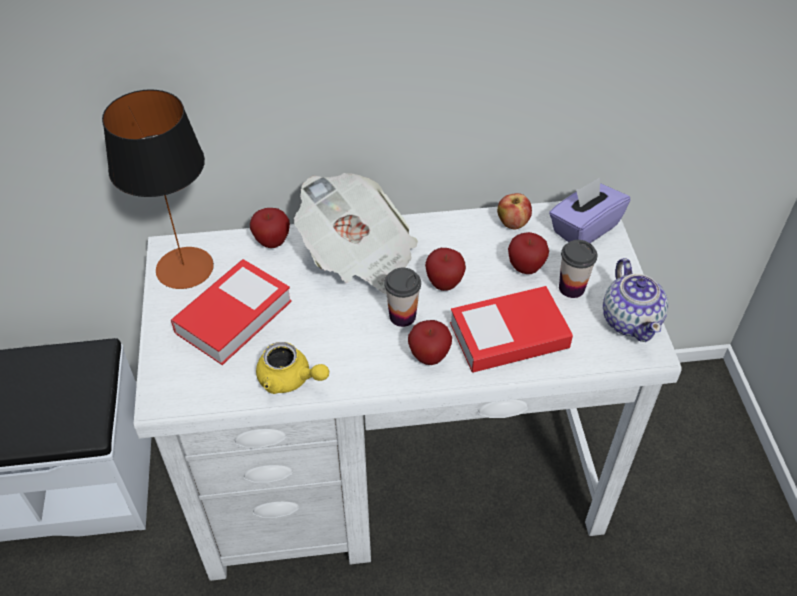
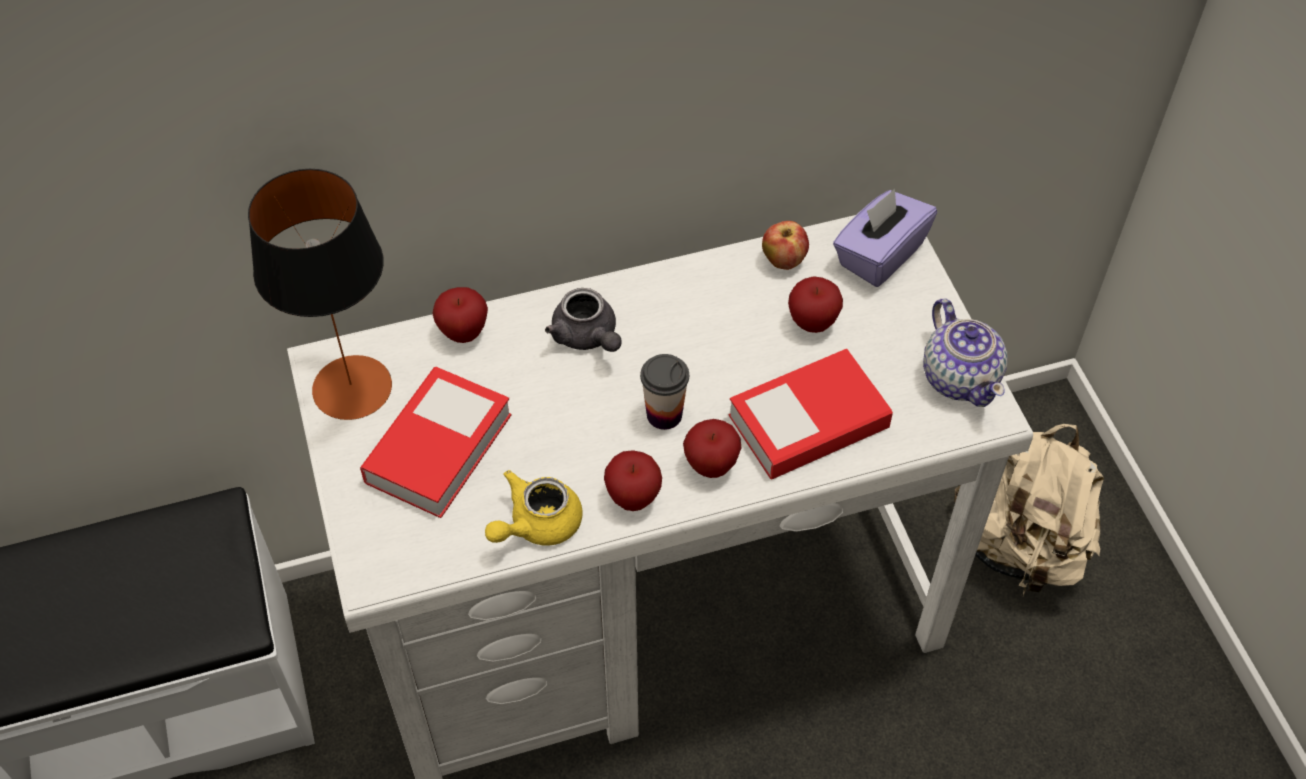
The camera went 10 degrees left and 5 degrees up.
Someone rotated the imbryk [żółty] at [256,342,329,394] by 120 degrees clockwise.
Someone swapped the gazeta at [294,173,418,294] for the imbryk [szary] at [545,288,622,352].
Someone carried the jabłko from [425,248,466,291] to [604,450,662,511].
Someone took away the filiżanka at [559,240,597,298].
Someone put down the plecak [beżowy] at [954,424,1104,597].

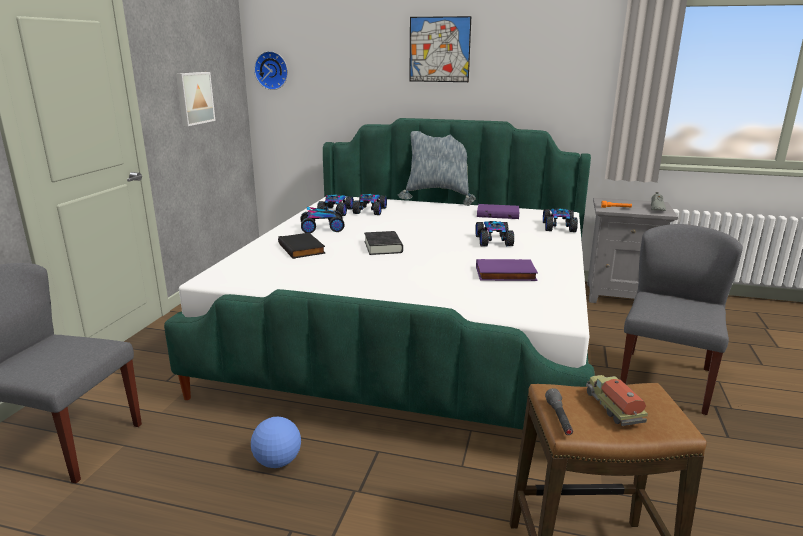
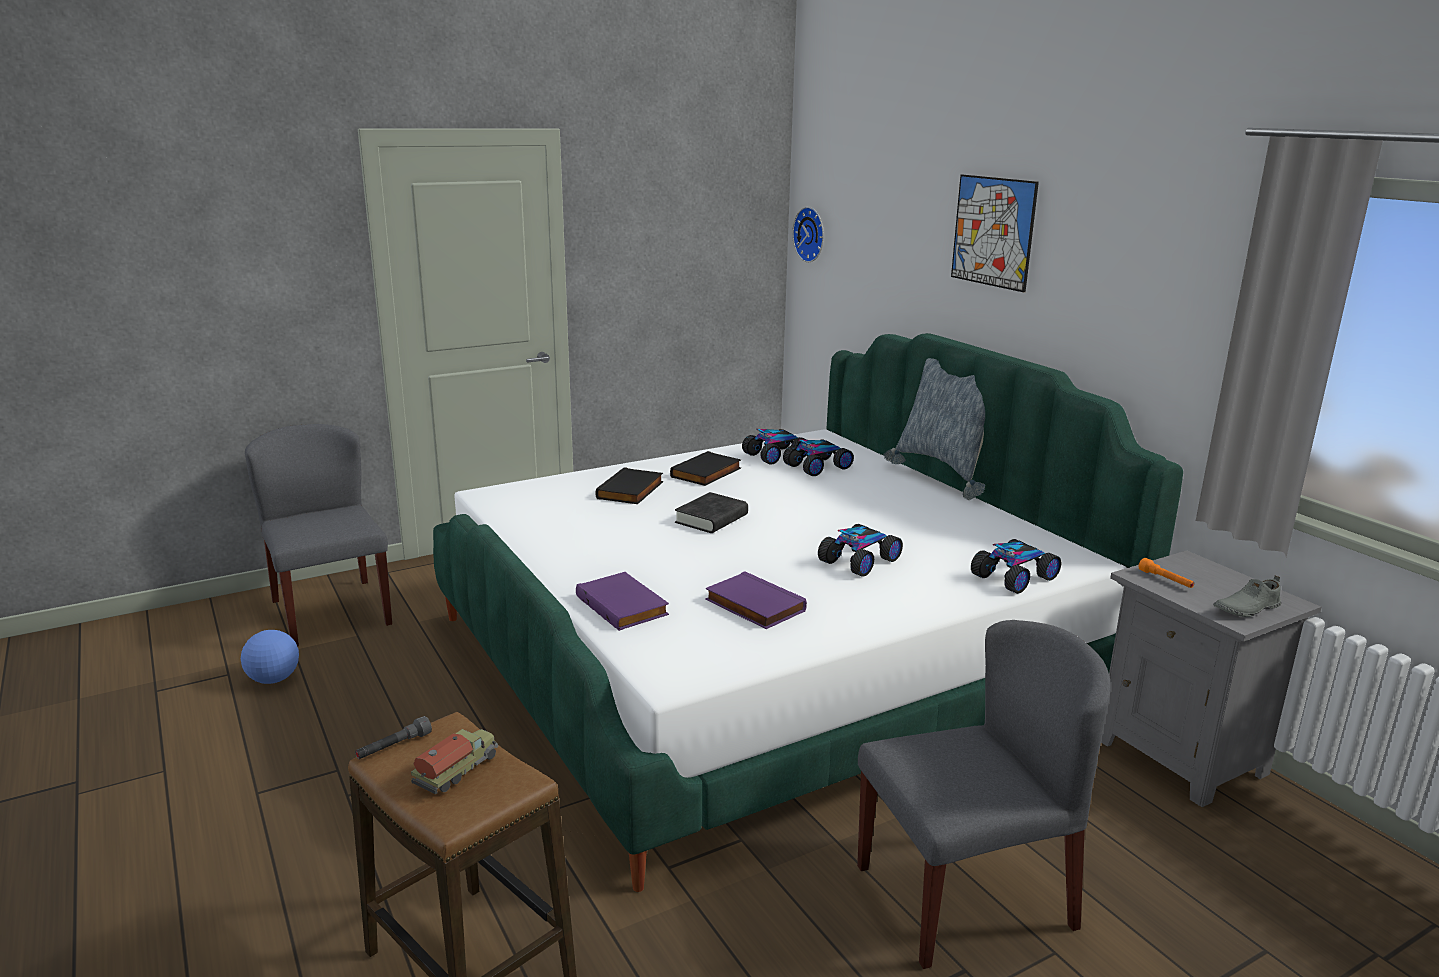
The camera went 45 degrees right and 0 degrees up.
Someone took away the obraz at [176,72,216,126].
Someone carried the piłka futbolowa from [251,417,301,468] to [241,630,299,684].
Someone swapped the samochodzik at [301,207,345,233] for the książka [czarny] at [670,451,741,486].
Someone carried the książka [fioletowy] from [477,204,519,219] to [576,572,669,631].

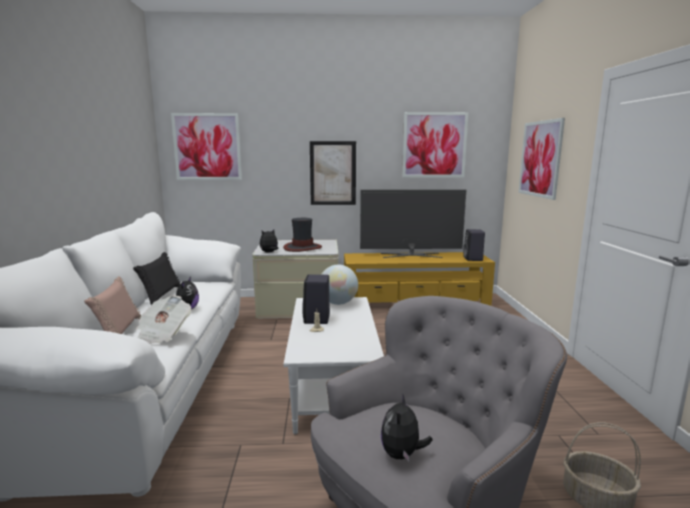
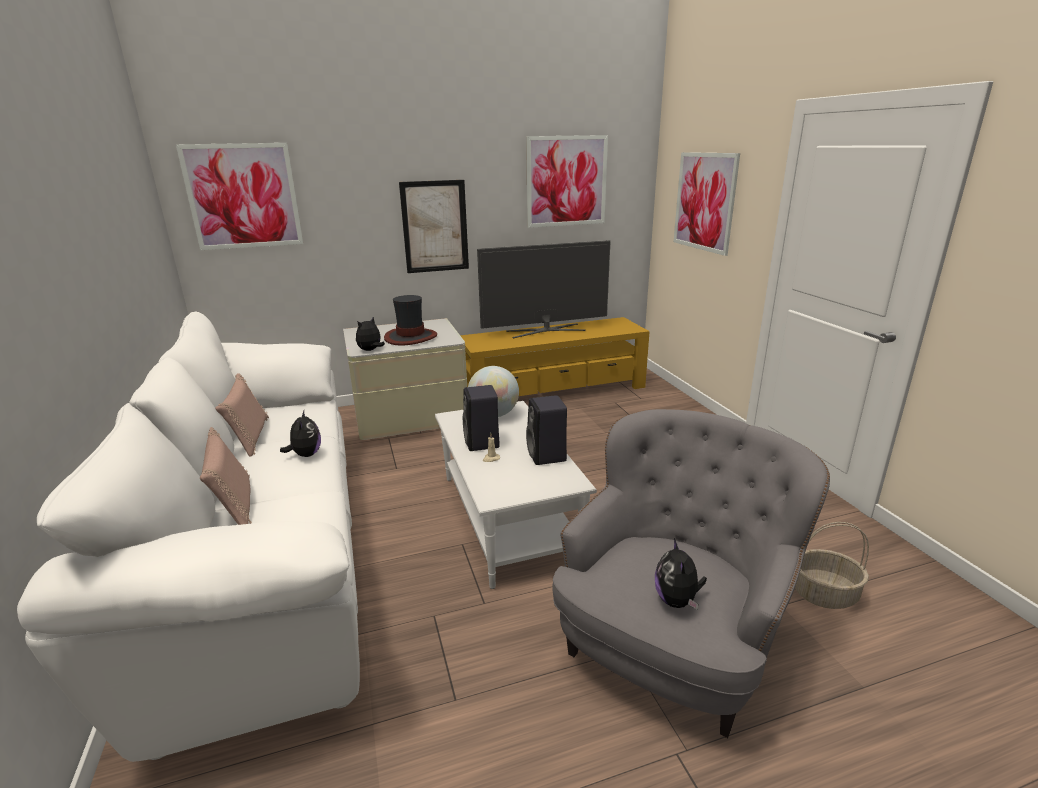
The camera went 15 degrees left and 10 degrees up.
Someone repainted the poduszka [czarny] at [133,252,180,305], which became the poduszka [beżowy] at [215,373,269,457].
Someone took away the gazeta at [136,295,191,344].
Someone carried the głośnik [czarny] from [463,229,485,261] to [526,395,567,465].

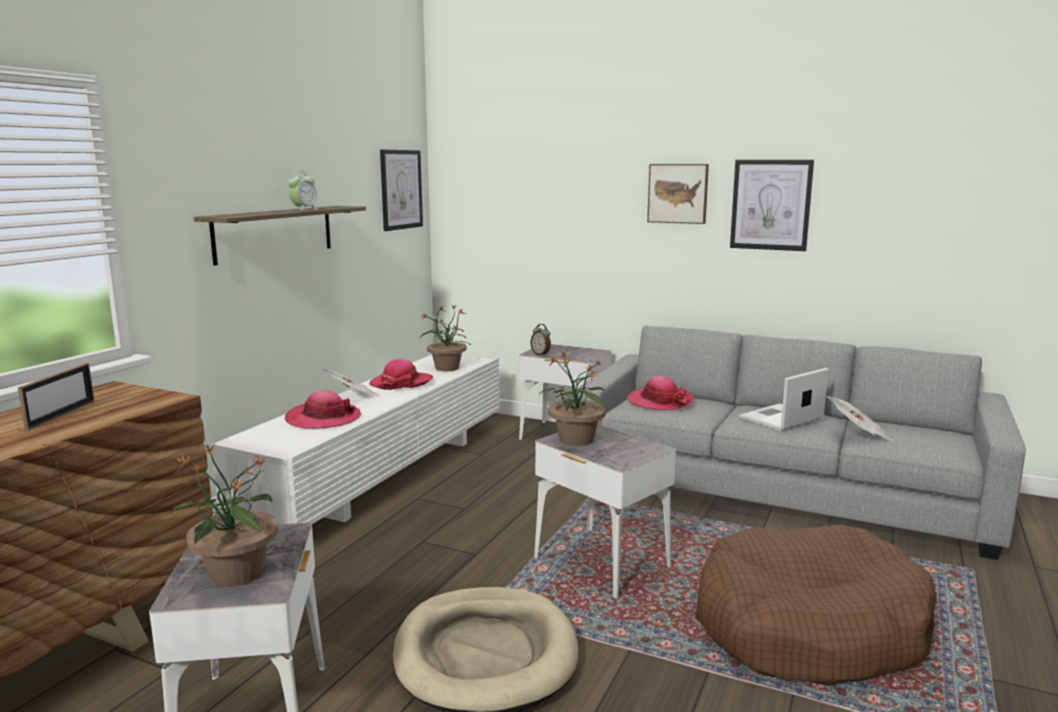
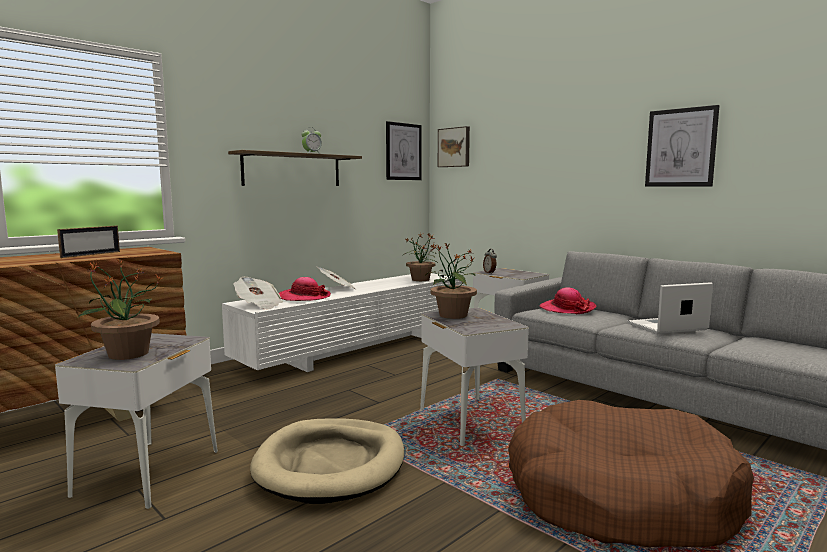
The camera went 20 degrees right and 5 degrees down.
Someone took away the kapelusz at [369,359,433,390].
Someone carried the obraz from [647,164,709,224] to [438,126,470,167].
Someone carried the gazeta from [827,396,893,441] to [233,277,283,310].

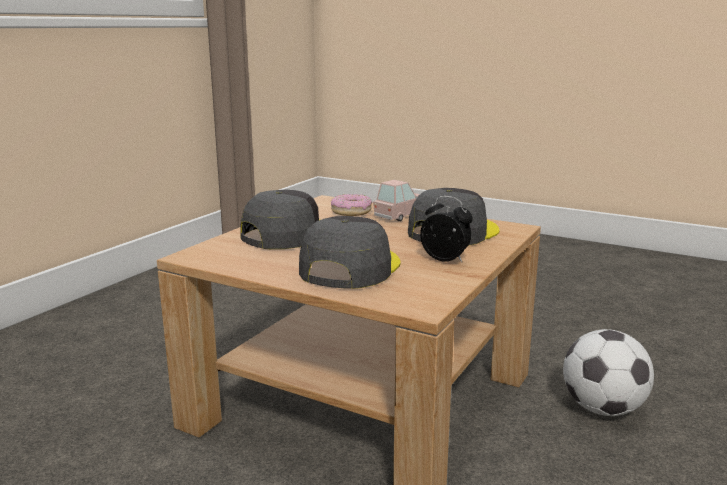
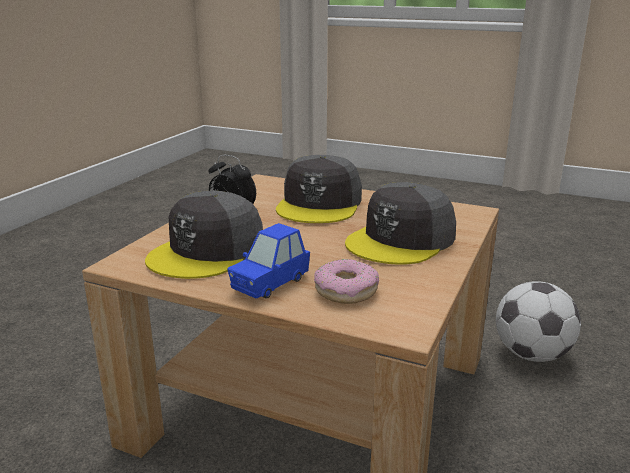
The camera went 175 degrees right and 5 degrees up.
Someone repainted the samochodzik [różowy] at [373,180,420,221], which became the samochodzik [niebieski] at [227,223,310,299].
Someone carried the piłka futbolowa from [563,329,654,416] to [496,281,581,362].

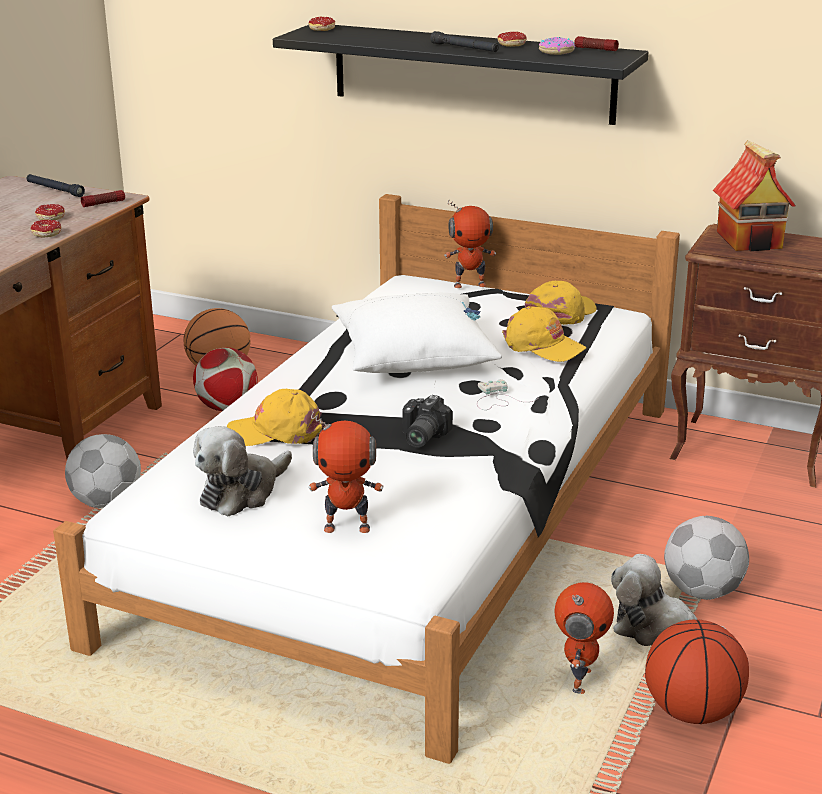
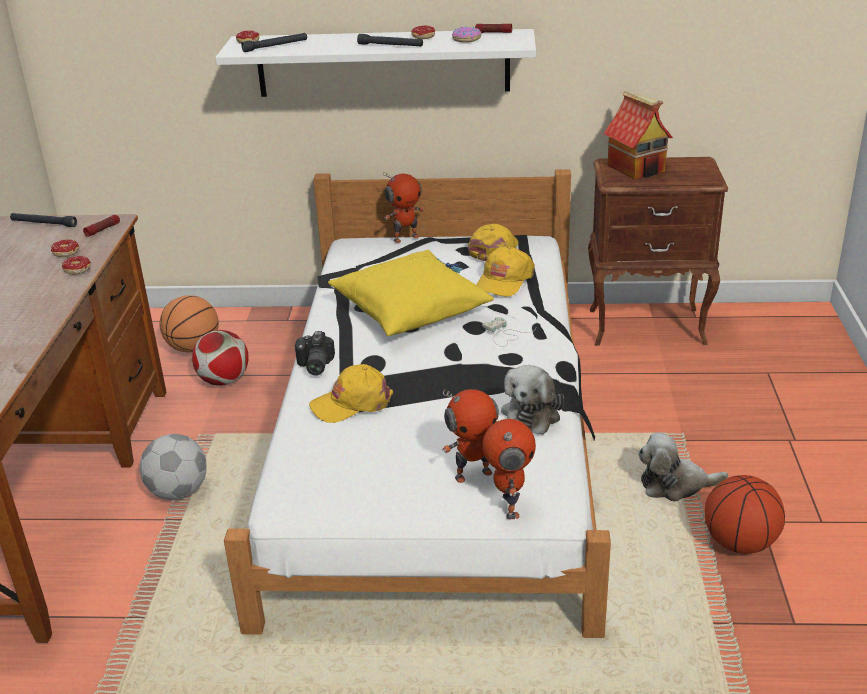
The camera went 20 degrees left and 5 degrees up.
Someone carried the pluszak from [193,426,292,517] to [501,365,564,435].
Someone repainted the półka [czarny] at [273,25,648,125], which became the półka [biały] at [215,29,536,97].
Someone repainted the poduszka [biały] at [332,293,502,373], which became the poduszka [żółty] at [328,250,494,336].
Someone carried the aparat fotograficzny from [402,395,453,448] to [295,331,335,376].
Someone rotated the czapka z daszkiem [żółty] at [502,306,586,362] by 105 degrees clockwise.
Someone carried the robot zabawkowy from [554,582,614,694] to [482,419,536,519].
Someone took away the piłka futbolowa at [664,516,749,600].
Someone put down the latarka [czarny] at [241,33,307,52].

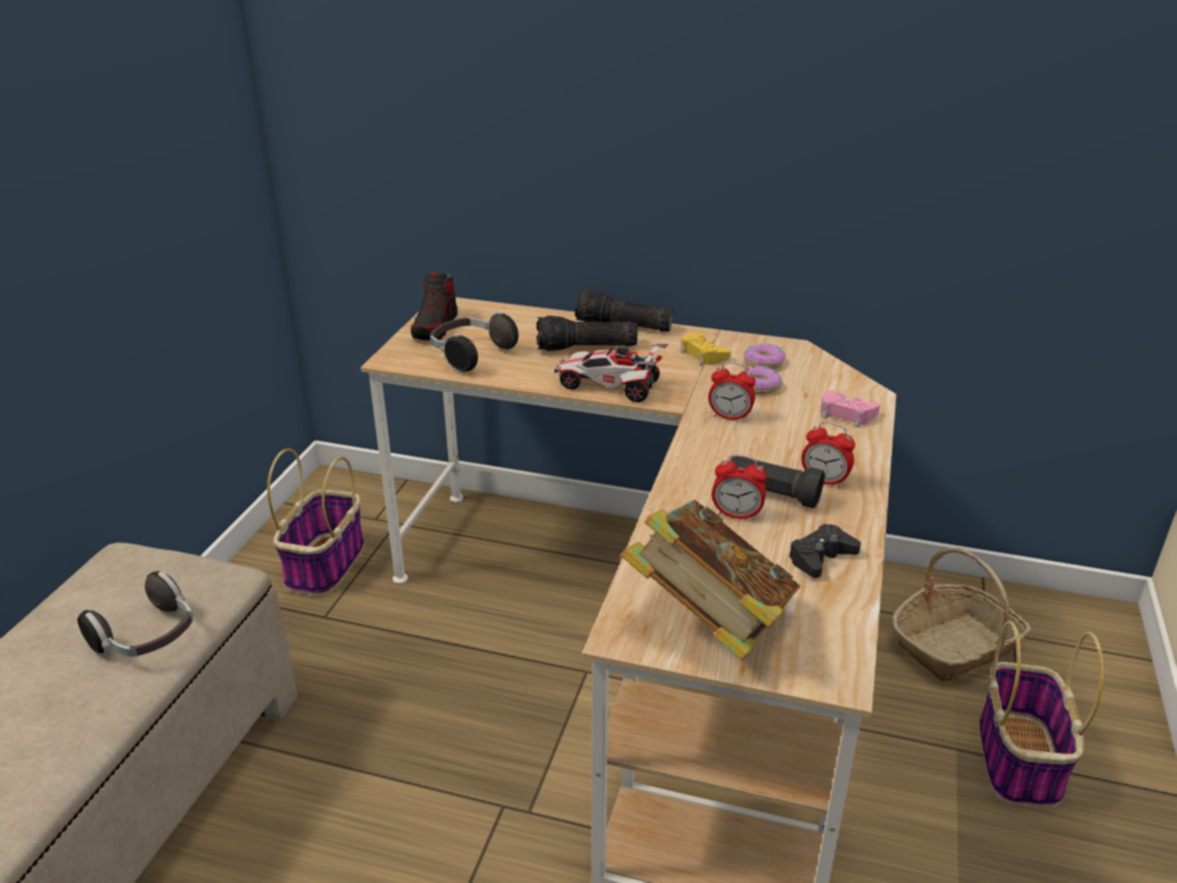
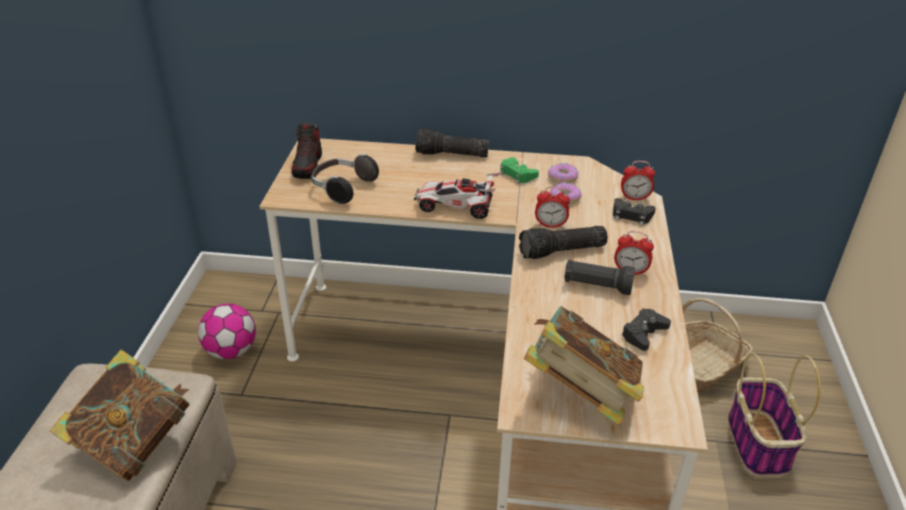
The camera went 10 degrees left and 5 degrees up.
Someone swapped the słuchawki at [77,571,193,657] for the książka at [50,350,190,481].
Someone swapped the koszyk at [267,448,365,596] for the piłka futbolowa at [198,304,256,359].
Someone carried the latarka from [536,316,638,351] to [519,226,608,259].
Someone repainted the pad do gier [żółty] at [680,333,731,366], which became the pad do gier [zielony] at [500,157,539,184].
Someone carried the budzik from [712,454,767,520] to [621,161,655,201].
Someone repainted the pad do gier [różowy] at [820,390,880,427], which became the pad do gier [czarny] at [613,198,656,226].

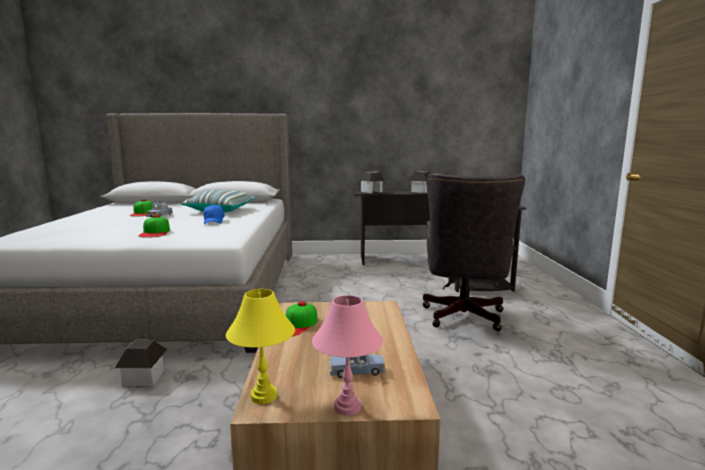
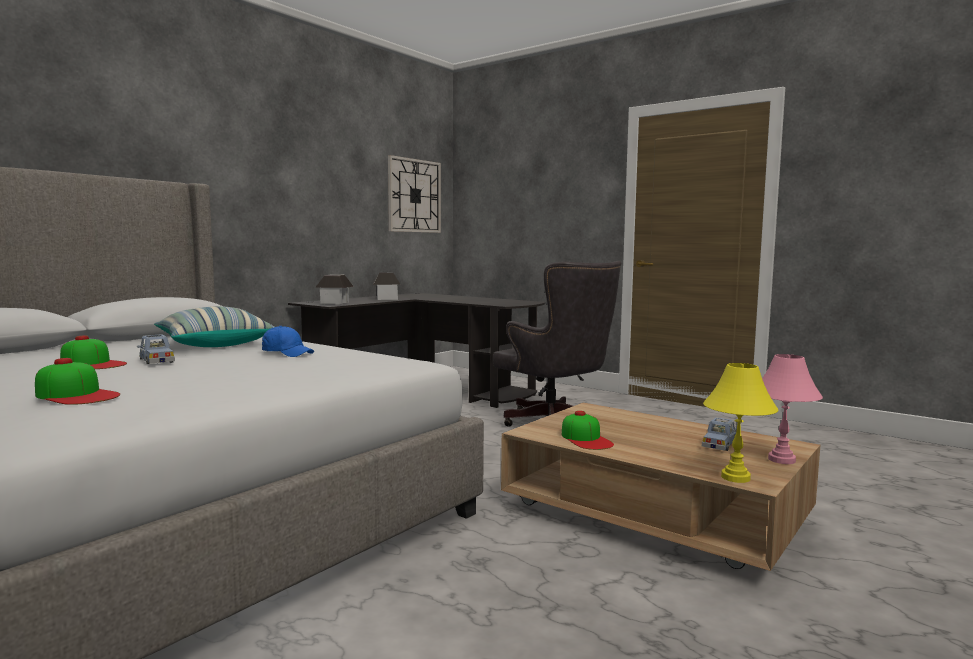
The camera went 50 degrees left and 5 degrees down.
Someone took away the domek at [115,339,167,386].
Someone carried the czapka z daszkiem from [139,215,170,238] to [35,358,120,405].
Someone put up the zegar ścienny at [388,155,441,233].

